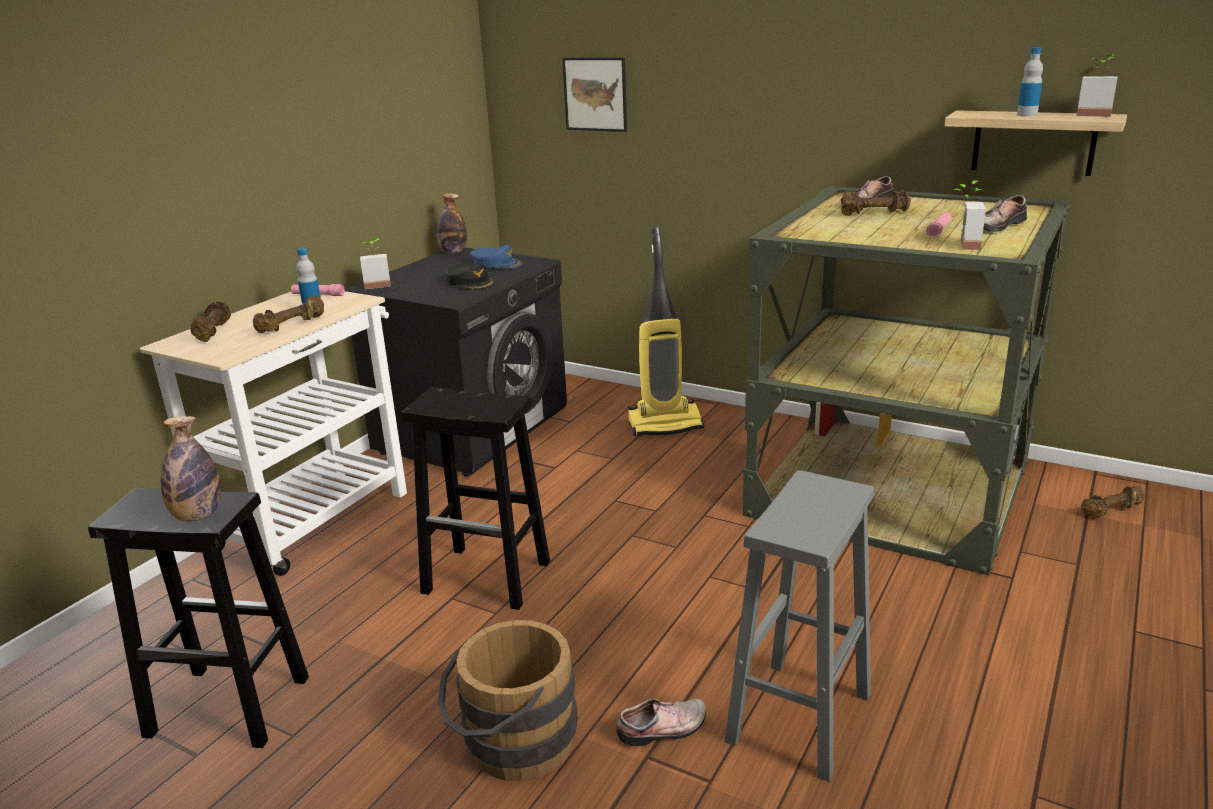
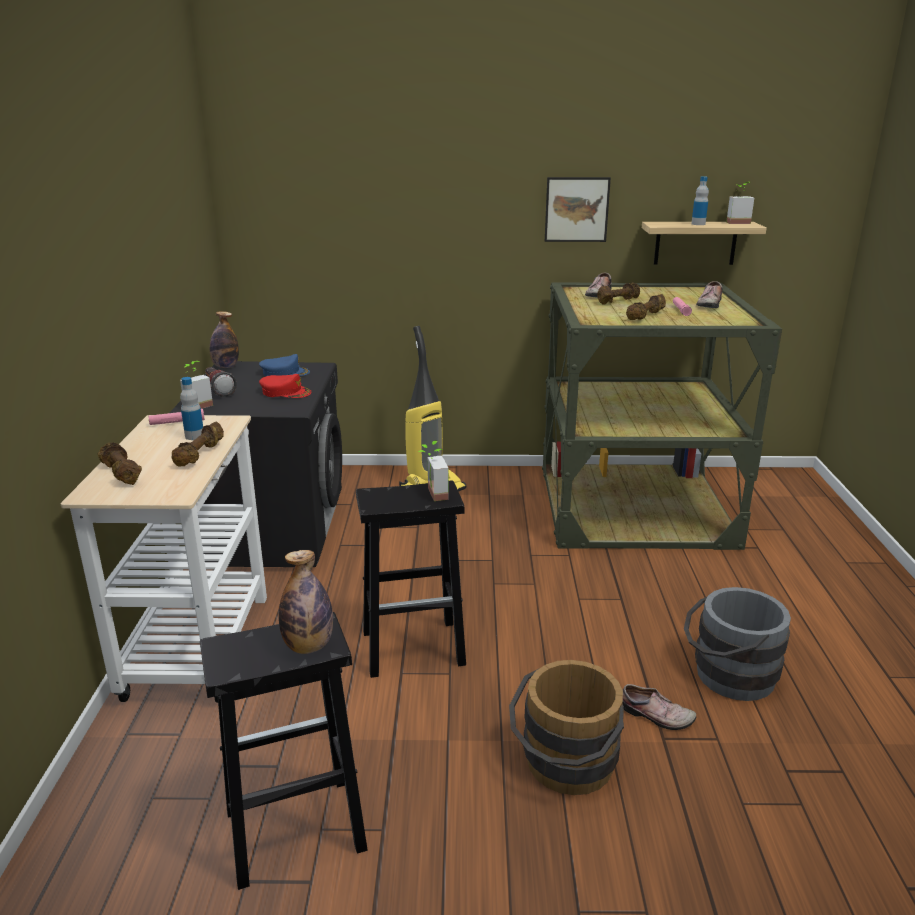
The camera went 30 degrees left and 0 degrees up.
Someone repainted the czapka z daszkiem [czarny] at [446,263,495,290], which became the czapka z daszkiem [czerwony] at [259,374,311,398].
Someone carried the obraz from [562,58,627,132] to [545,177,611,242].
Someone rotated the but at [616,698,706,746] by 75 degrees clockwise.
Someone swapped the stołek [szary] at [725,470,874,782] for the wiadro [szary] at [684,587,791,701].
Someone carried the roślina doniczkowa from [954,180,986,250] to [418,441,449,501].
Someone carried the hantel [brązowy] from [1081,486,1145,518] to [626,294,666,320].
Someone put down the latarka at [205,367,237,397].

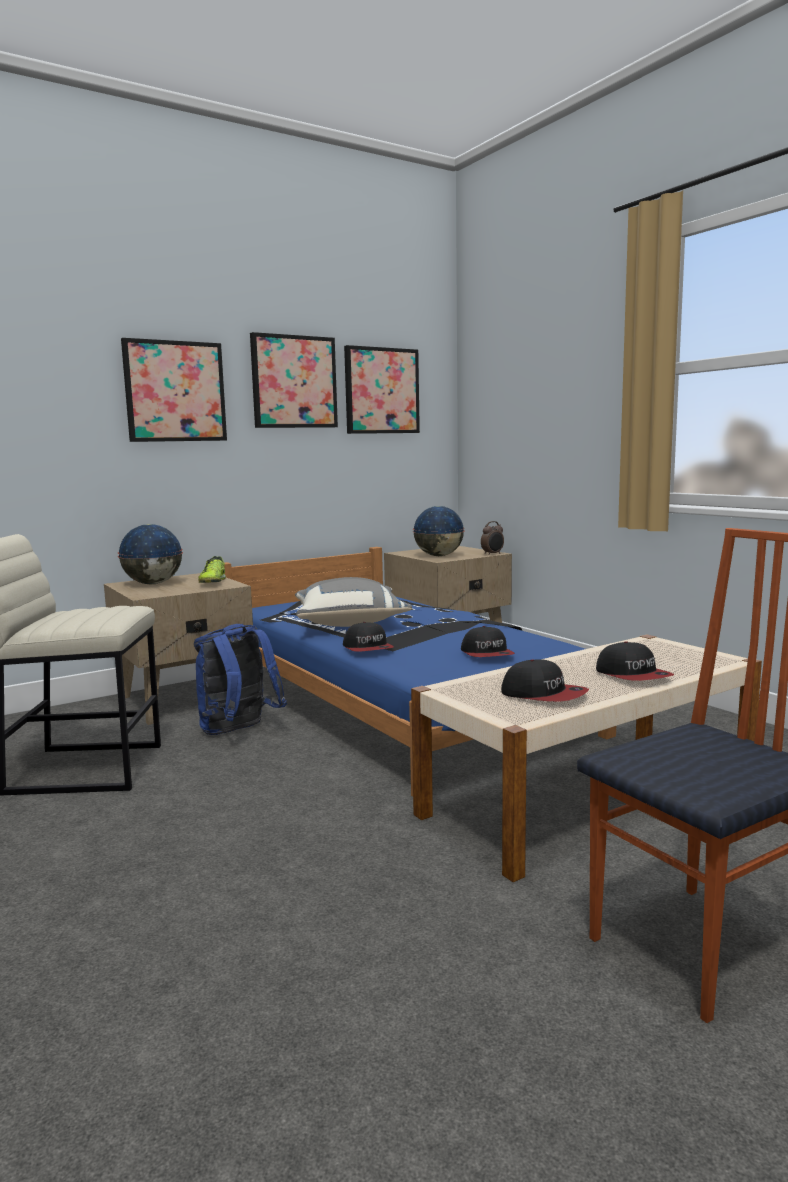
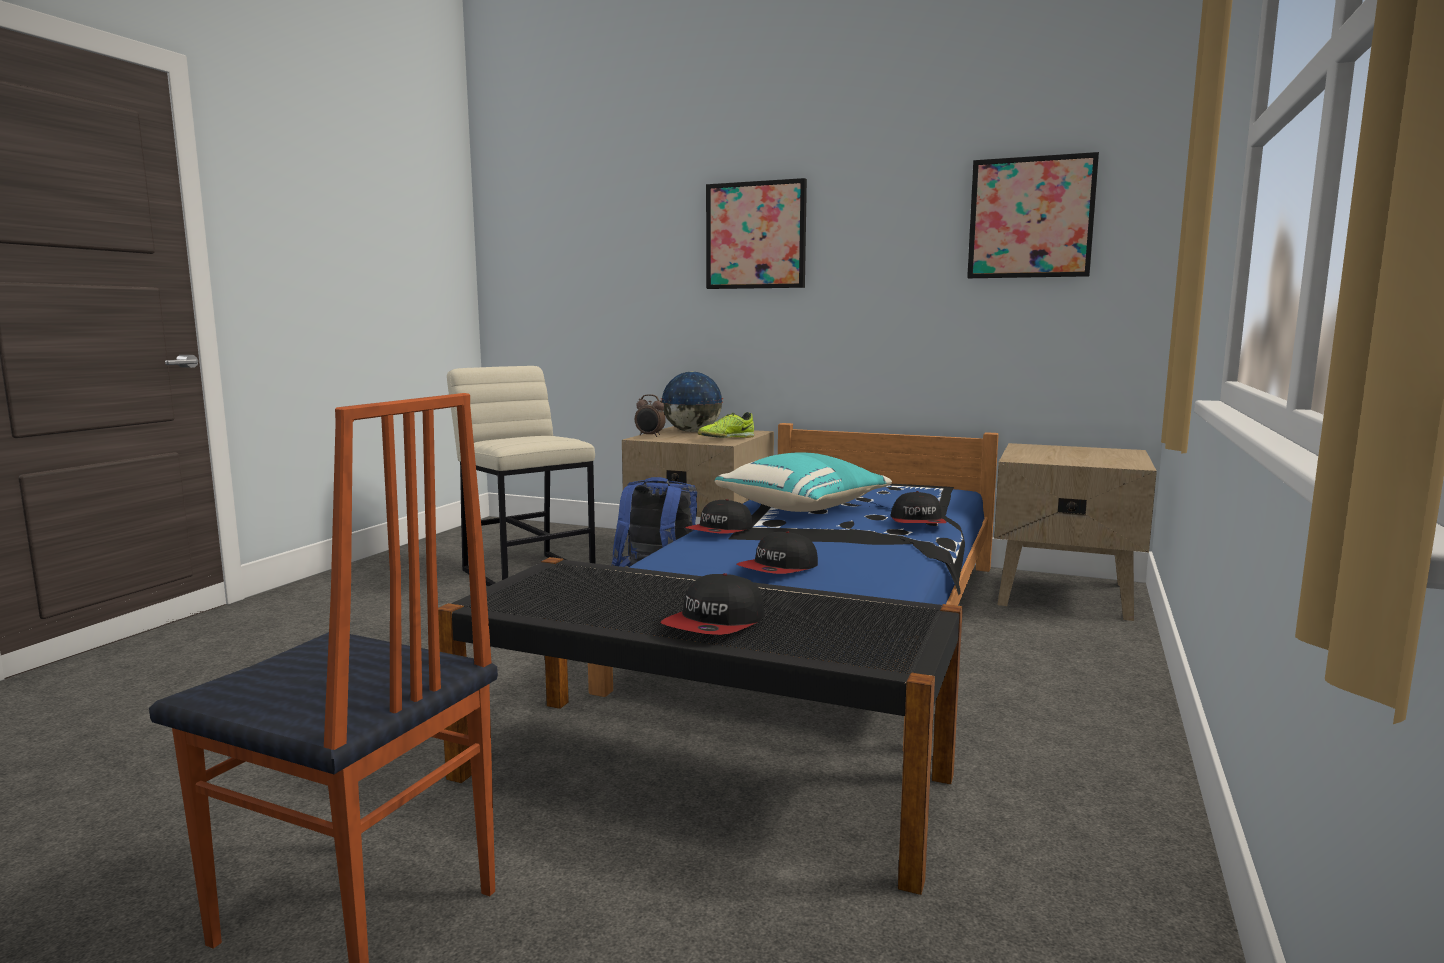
The camera went 55 degrees right and 0 degrees up.
Someone took away the obraz at [250,332,338,428].
Someone repainted the poduszka [szary] at [295,577,412,627], which became the poduszka [turkusowy] at [715,452,892,512].
Someone repainted the ławka [beżowy] at [411,634,762,882], which became the ławka [czarny] at [438,557,963,895].
Someone took away the globus at [413,506,465,556].
Someone carried the budzik from [481,521,504,555] to [635,394,666,437].
Someone carried the czapka z daszkiem from [501,659,589,702] to [891,491,947,523].

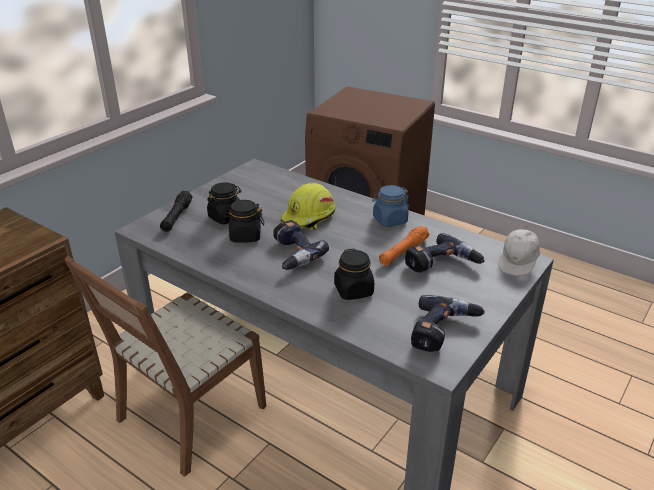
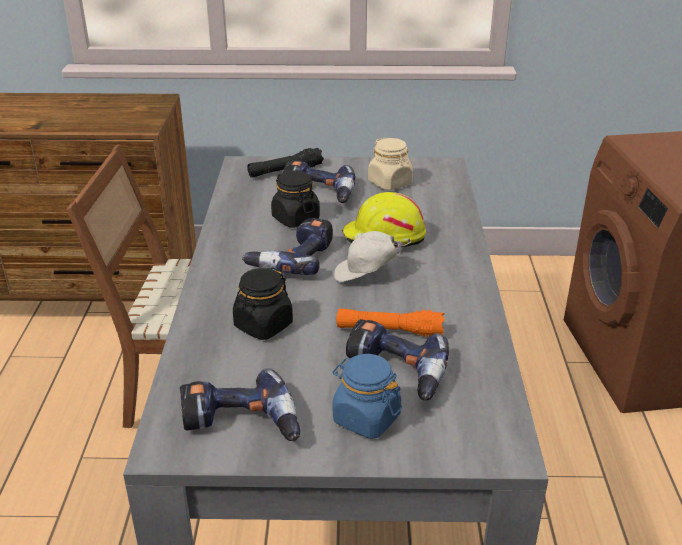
The camera went 55 degrees right and 0 degrees up.
Someone swapped the słoik [czarny] at [207,182,241,224] for the wiertarka at [283,160,355,203].
Someone carried the słoik [niebieski] from [372,185,409,227] to [333,354,402,439].
Someone carried the czapka z daszkiem [biały] from [498,226,540,276] to [334,231,411,282].
Someone put down the słoik [beżowy] at [368,138,413,190].

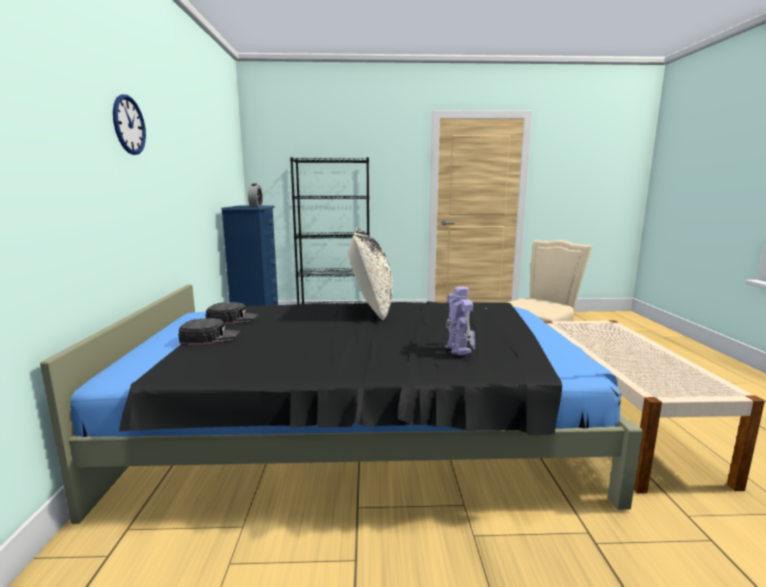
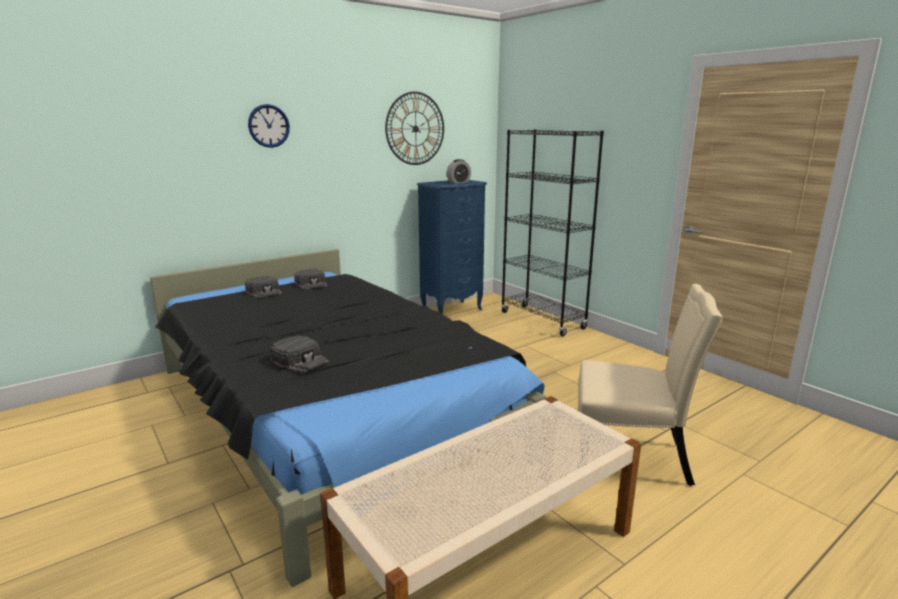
The camera went 55 degrees right and 5 degrees up.
Someone took away the poduszka [beżowy] at [348,228,393,320].
Someone swapped the robot zabawkowy at [445,287,475,355] for the czapka z daszkiem [czarny] at [270,335,329,373].
Someone put up the zegar ścienny at [385,92,444,165].

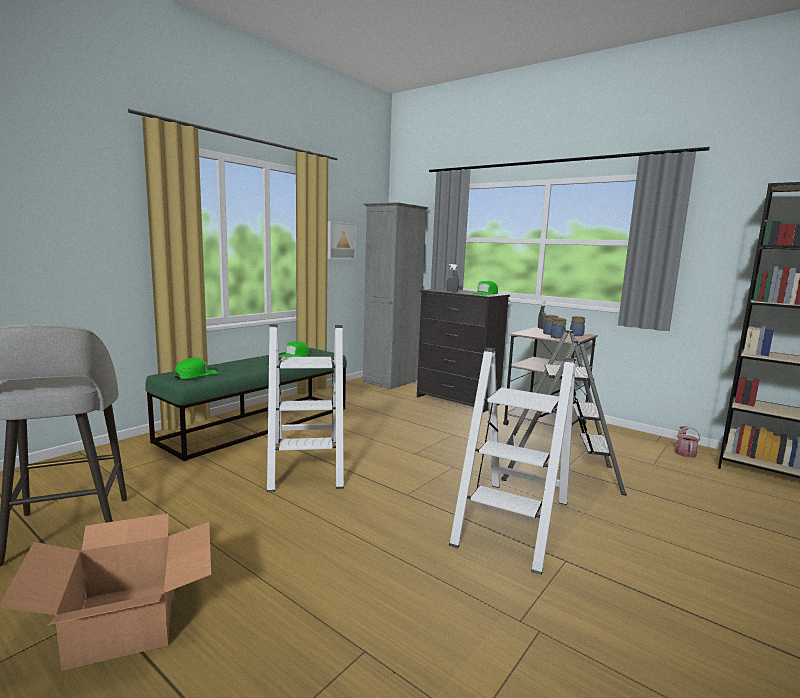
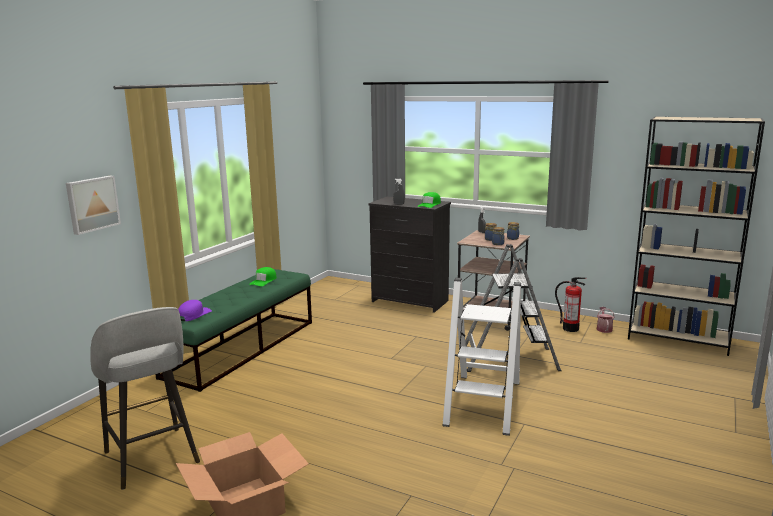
The camera went 10 degrees left and 5 degrees up.
Someone repainted the czapka z daszkiem [zielony] at [174,358,218,379], which became the czapka z daszkiem [fioletowy] at [178,300,212,321].
Someone took away the drabinka [biały] at [267,324,344,492].
Someone carried the obraz from [328,221,356,259] to [66,176,121,235].
Someone took away the szafka [szary] at [363,202,428,389].
Someone put down the gaśnica at [555,277,586,332].

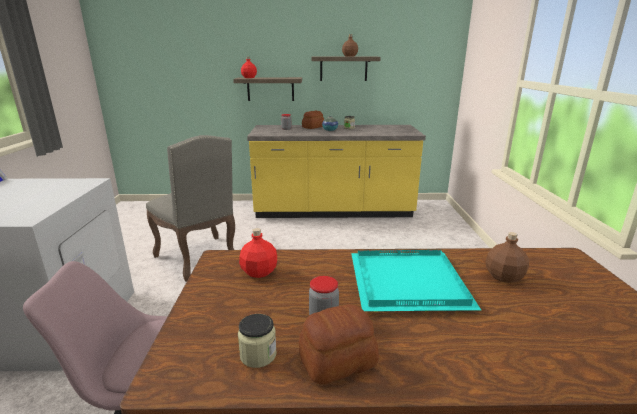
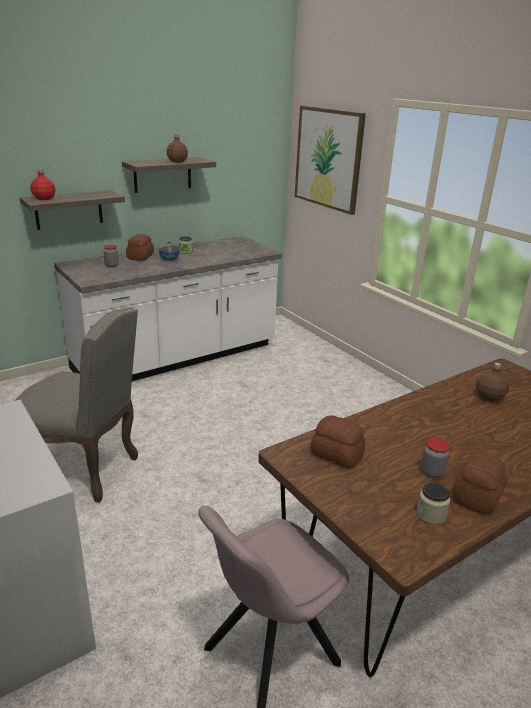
The camera went 35 degrees left and 5 degrees up.
Someone swapped the butelka [czerwony] at [239,228,277,278] for the chleb at [310,415,365,468].
Someone repainted the zabudowa kuchenna [żółty] at [247,125,426,218], which became the zabudowa kuchenna [biały] at [54,236,282,381].
Someone took away the taca [turkusowy] at [351,250,481,312].
Someone put up the obraz at [295,106,366,215].

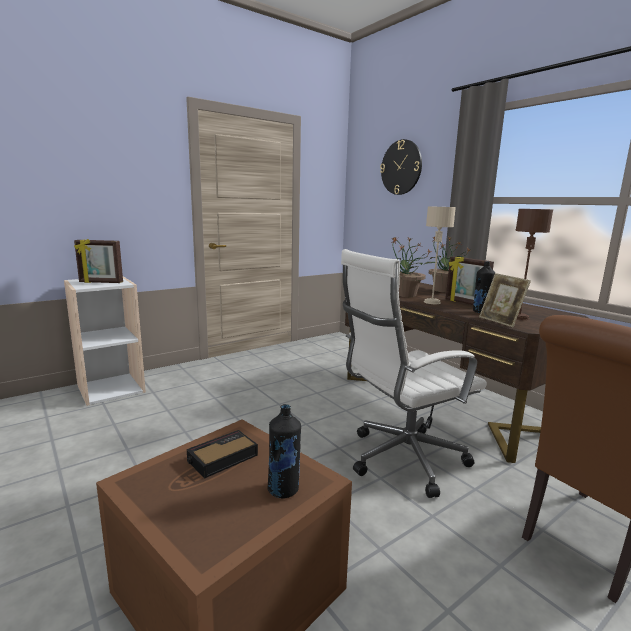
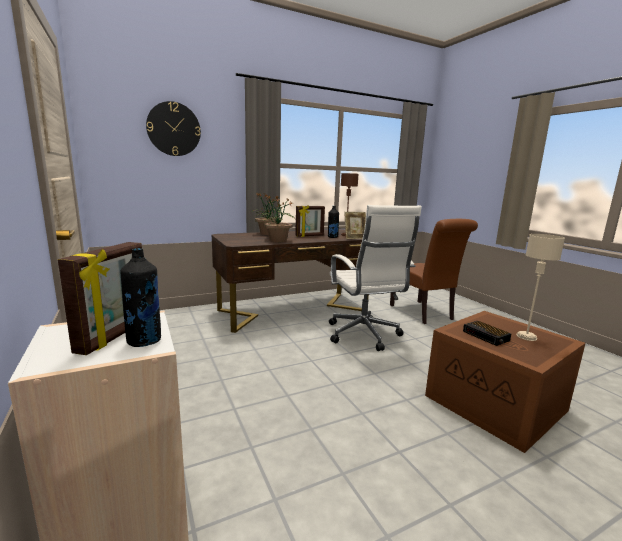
The camera went 80 degrees left and 0 degrees up.
Someone carried the butelka [czarny] from [268,404,301,498] to [120,248,161,347].
Someone carried the lampa stołowa [beżowy] from [424,206,456,304] to [516,234,565,341].

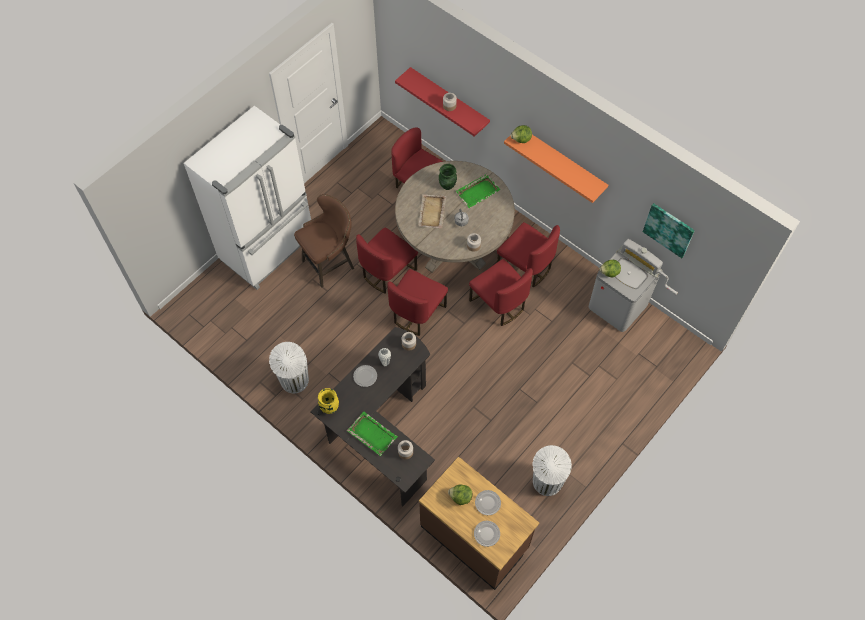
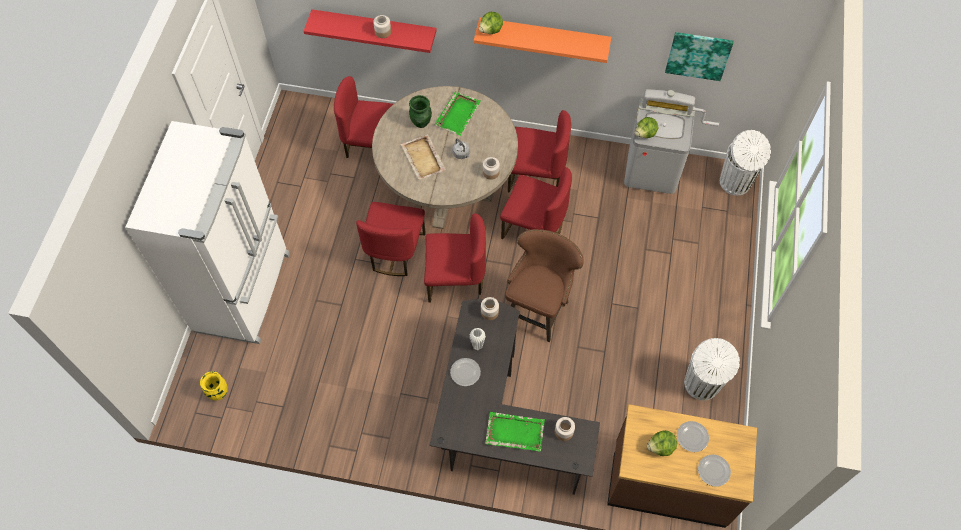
The camera went 30 degrees left and 0 degrees up.
Someone carried the kosz na śmieci [biały] from [269,342,309,393] to [720,130,771,195].
Someone carried the stołek [brązowy] from [294,194,354,288] to [505,229,583,342].
Someone carried the wazon [żółty] from [318,388,339,414] to [200,371,228,400].
Someone rotated the krzesło [czerwony] at [387,269,448,336] by 90 degrees counterclockwise.

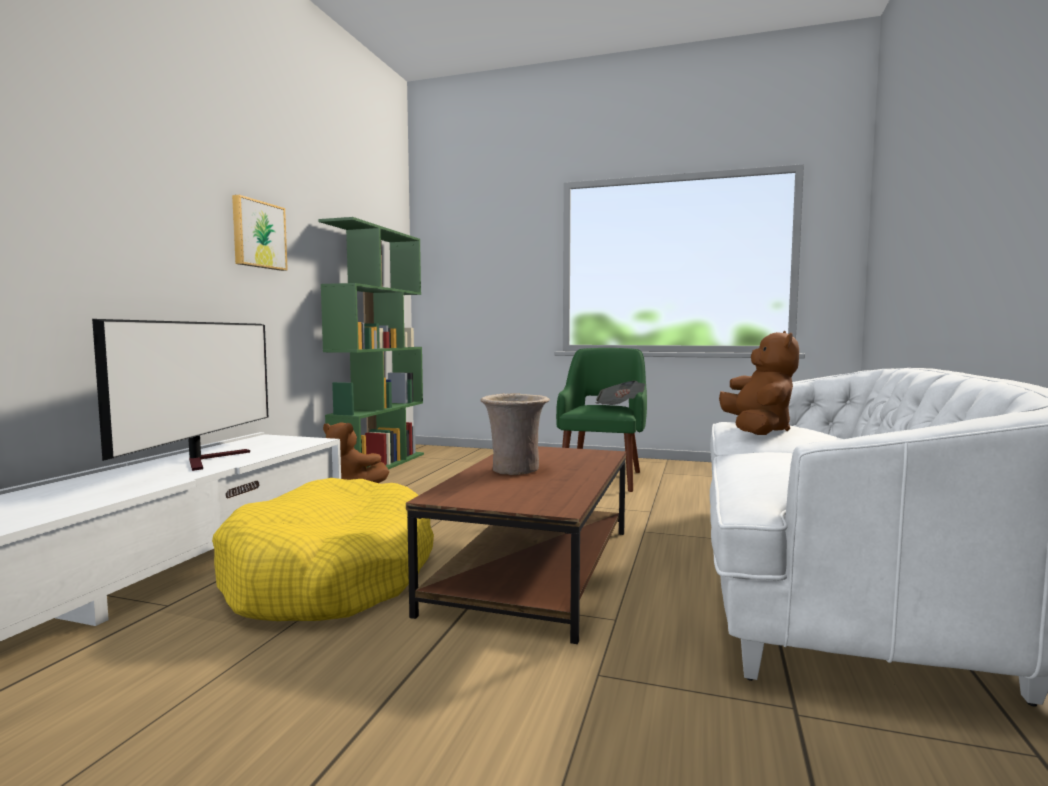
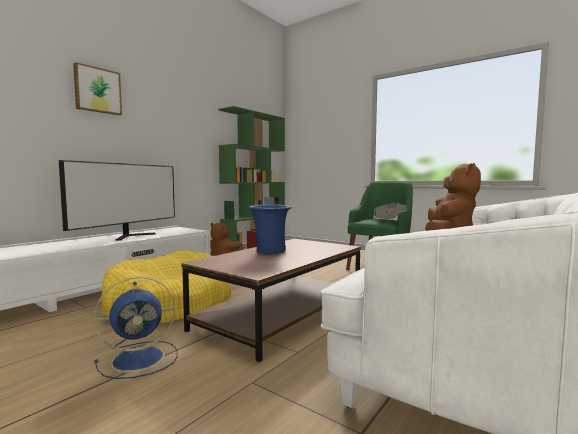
The camera went 20 degrees right and 0 degrees up.
Someone carried the obraz from [232,195,288,271] to [73,62,122,115].
Someone repainted the wazon [beżowy] at [480,393,550,475], which became the wazon [niebieski] at [249,204,292,254].
Someone put down the wentylator [niebieski] at [94,277,178,379].

